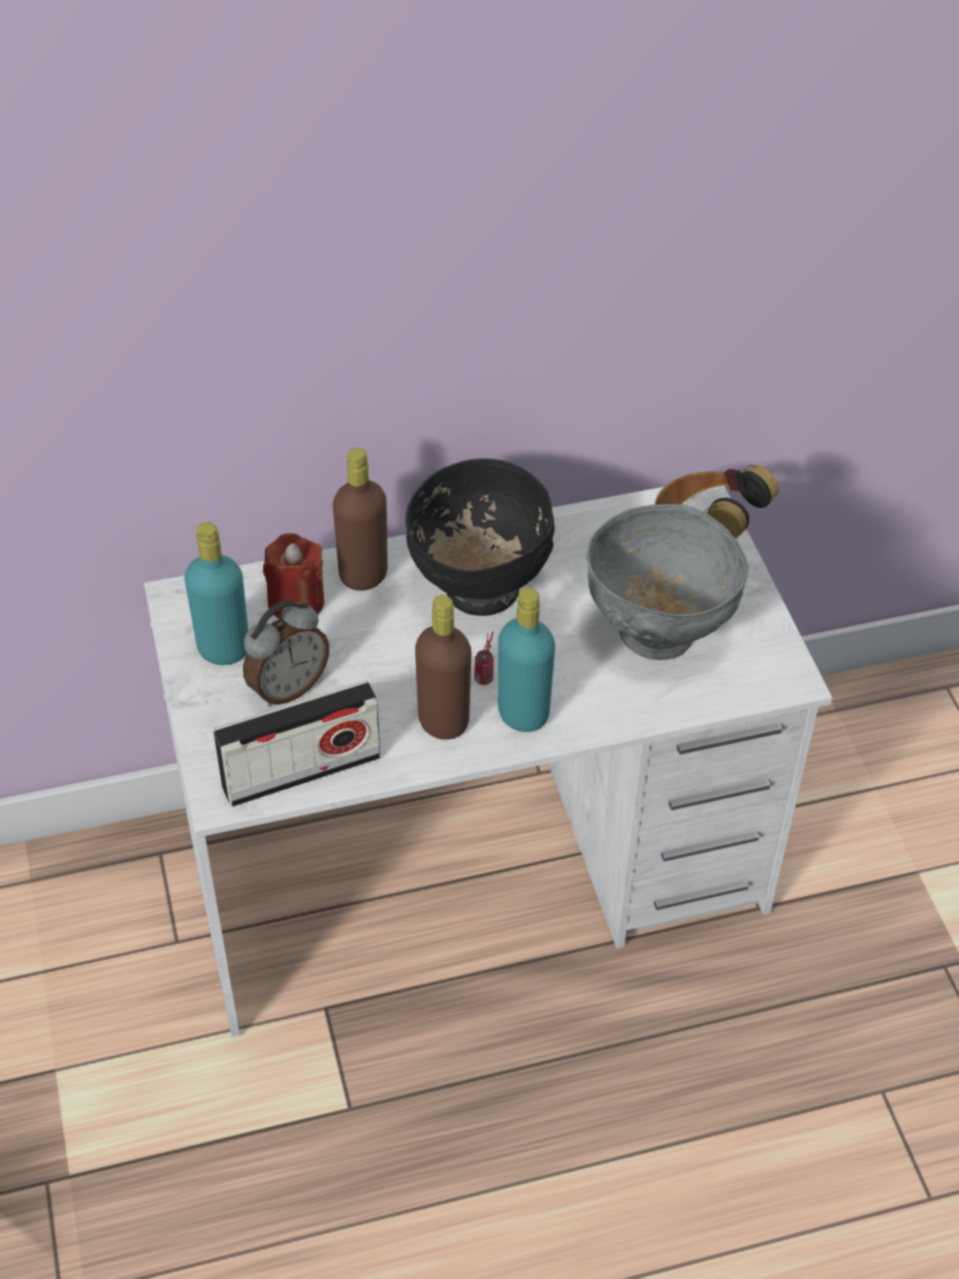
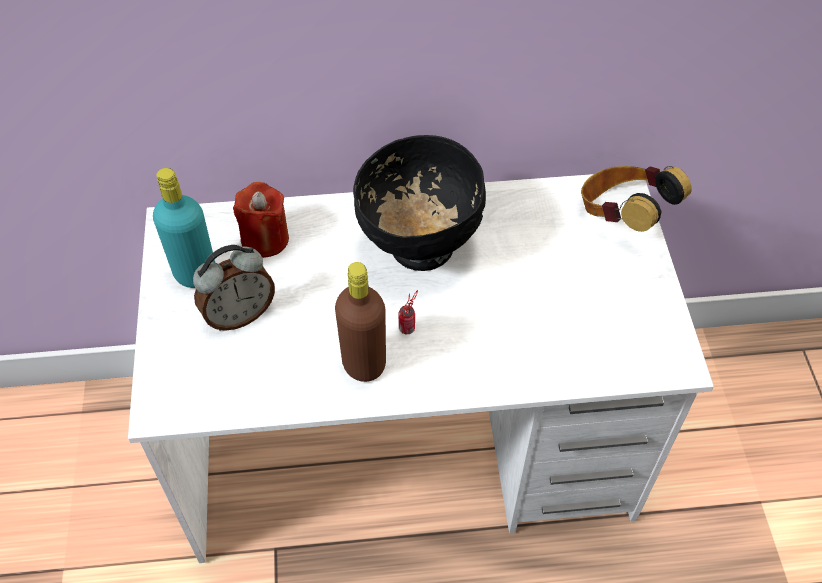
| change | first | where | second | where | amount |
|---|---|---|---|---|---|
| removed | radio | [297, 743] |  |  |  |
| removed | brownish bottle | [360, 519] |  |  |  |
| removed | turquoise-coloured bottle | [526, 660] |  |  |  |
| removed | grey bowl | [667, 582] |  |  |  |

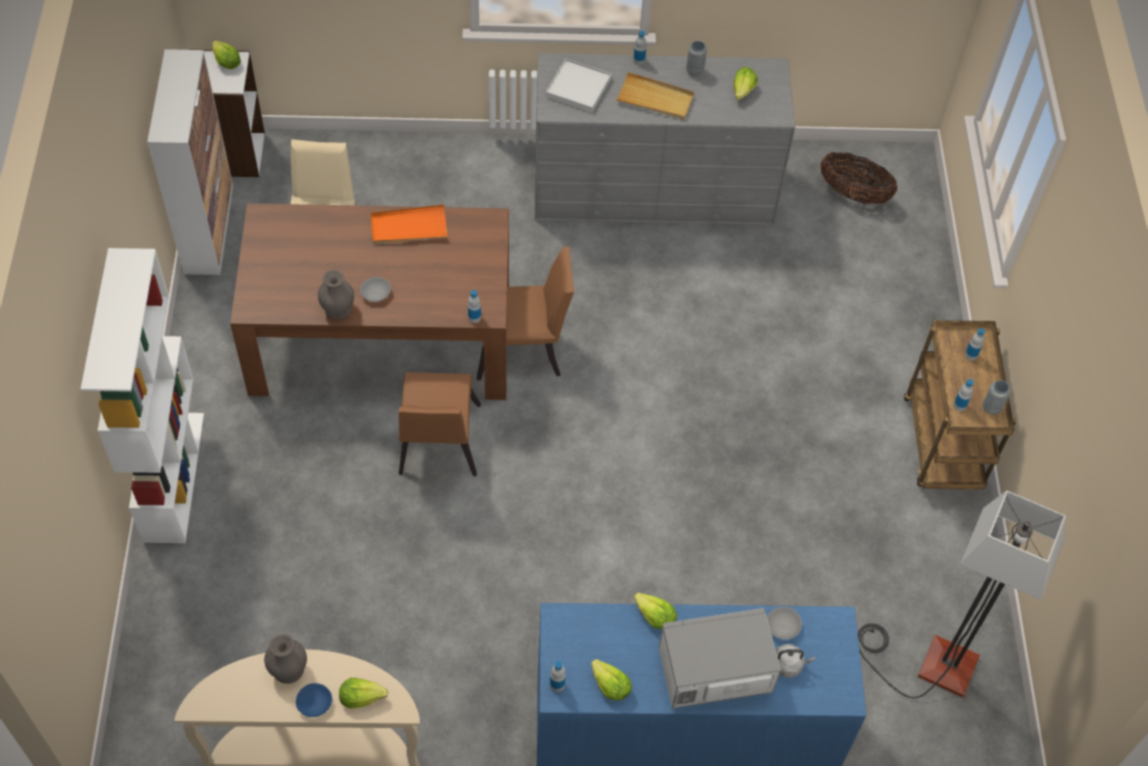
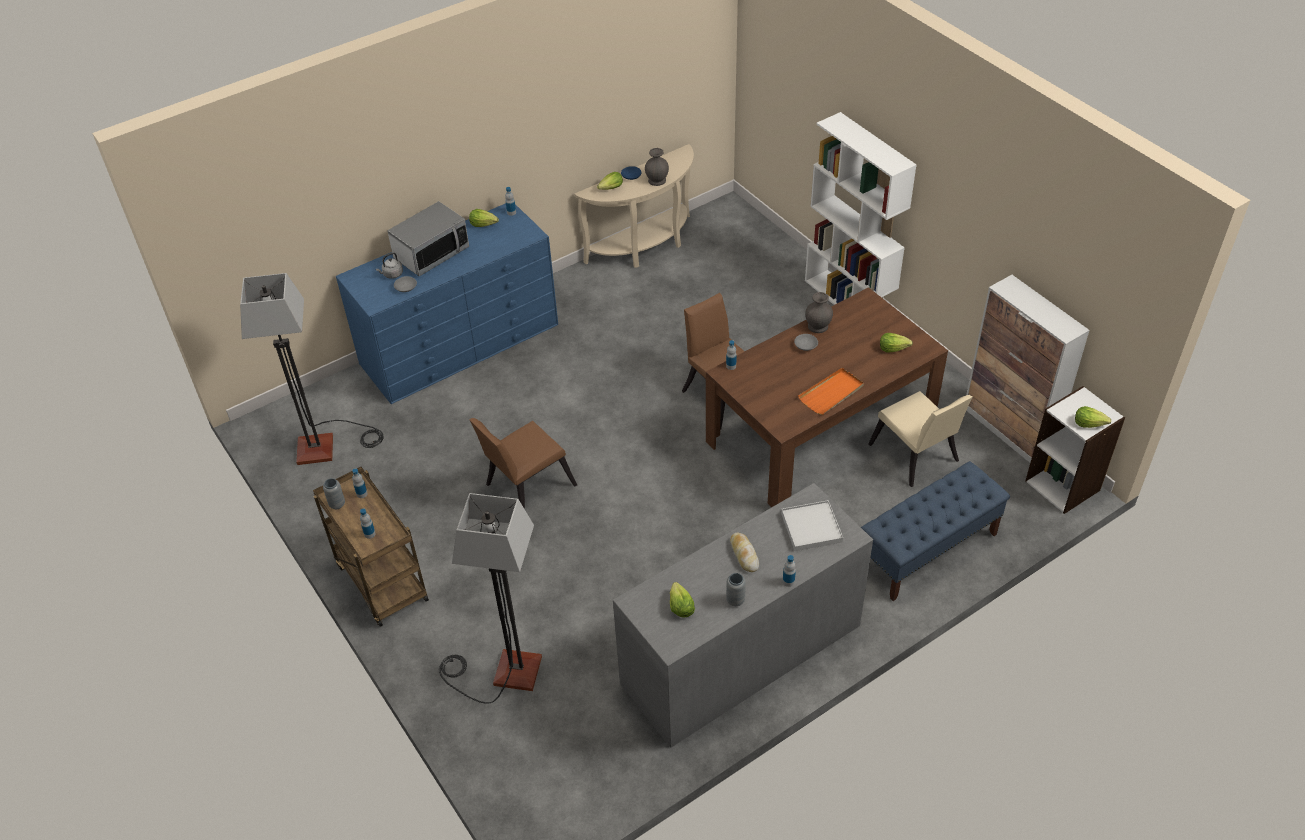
| change | first | where | second | where | amount |
|---|---|---|---|---|---|
| removed | household basket | [858, 178] |  |  |  |
| added |  |  | standard lamp | [490, 598] |  |
| added |  |  | bluish indoor bench | [935, 531] |  |
| moved | brownish plain chair | [525, 313] |  | [523, 463] |  |
| moved | lettuce | [655, 610] |  | [896, 343] |  |
| replaced | sand-coloured carrying tray | [655, 96] | baked bread | [744, 552] |  |

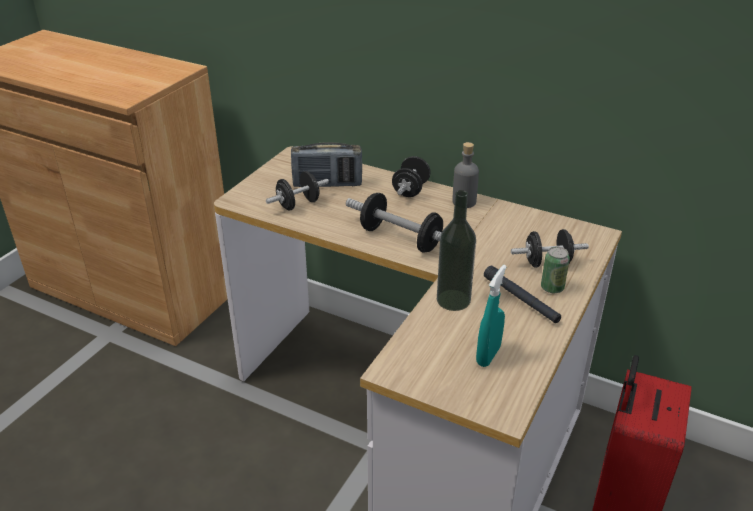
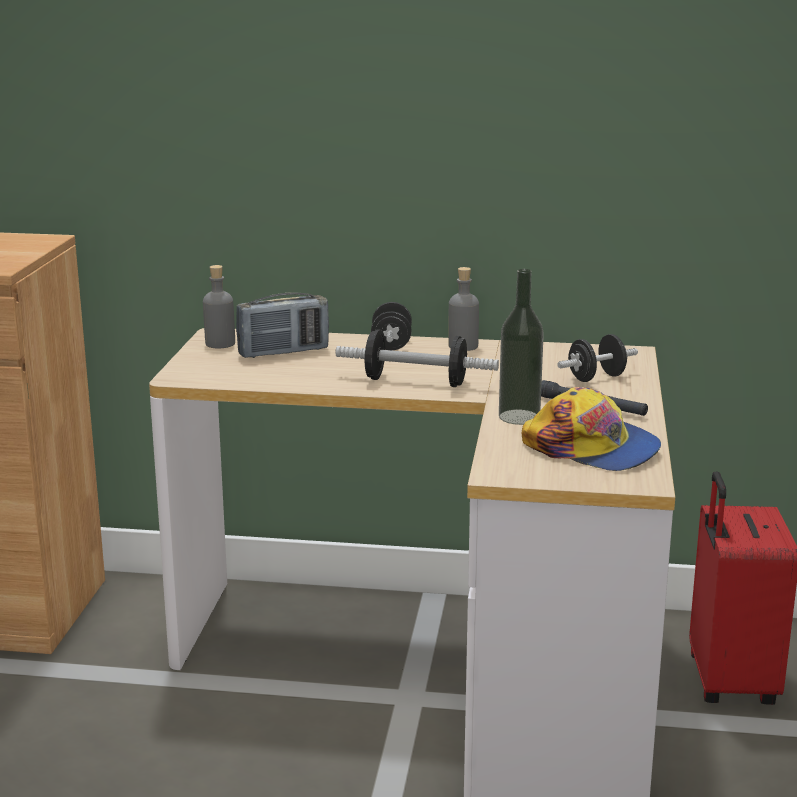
| change | first | where | second | where | amount |
|---|---|---|---|---|---|
| removed | blackish free weight | [297, 190] |  |  |  |
| removed | can | [555, 269] |  |  |  |
| added |  |  | grey bottle | [219, 307] |  |
| replaced | turquoise-coloured hand sprayer | [491, 316] | baseball cap | [591, 429] |  |

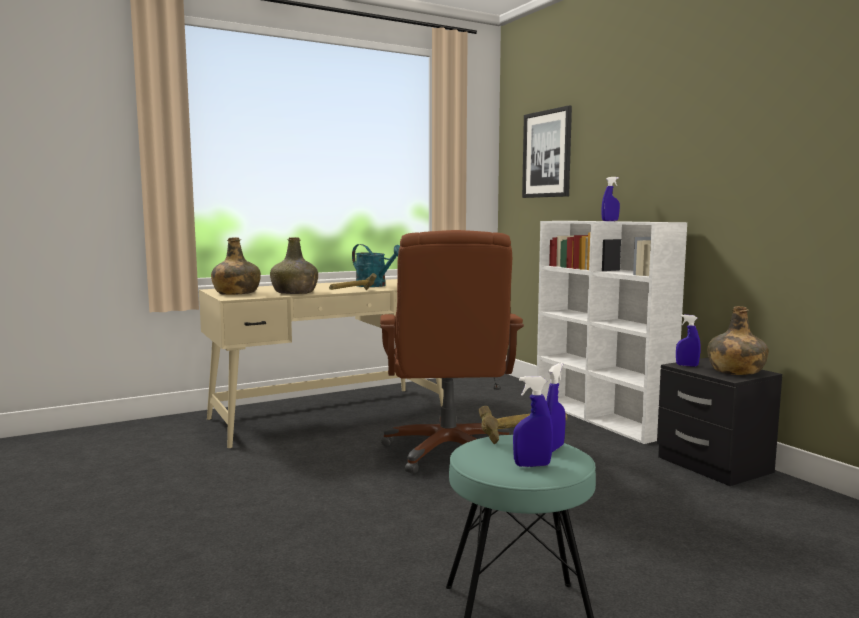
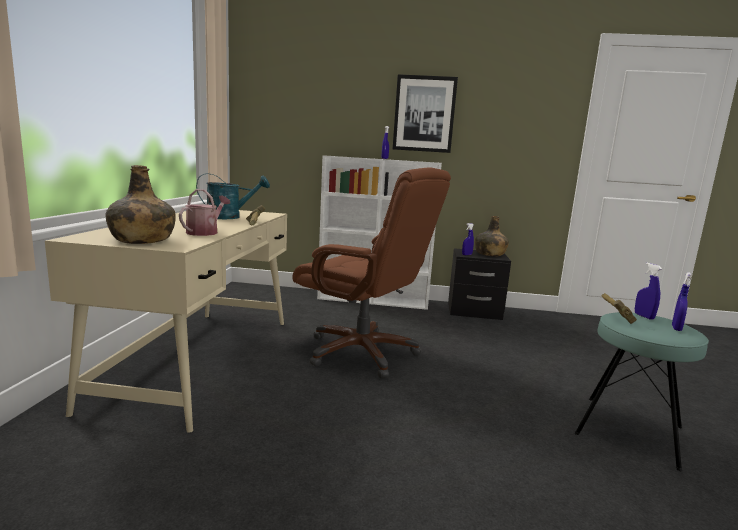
| change | first | where | second | where | amount |
|---|---|---|---|---|---|
| moved | wall picture | [547, 151] |  | [425, 113] |  |
| replaced | green-coloured bottle | [294, 265] | sprinkling can | [204, 212] |  |

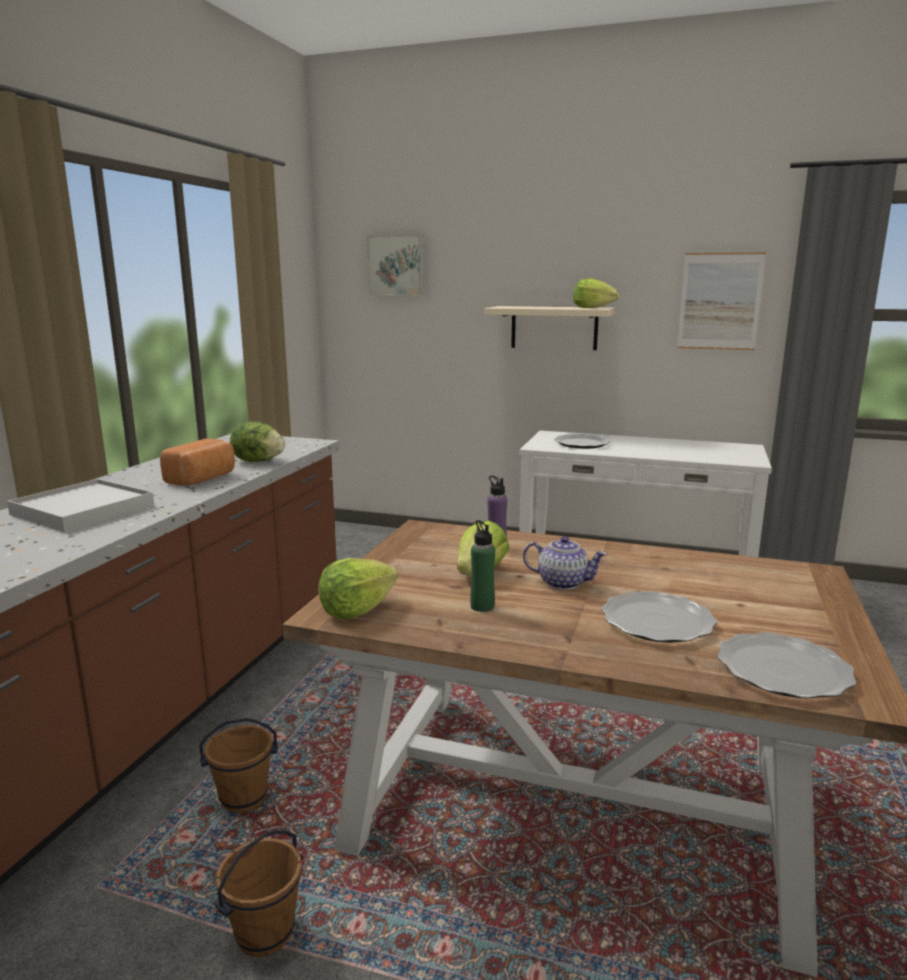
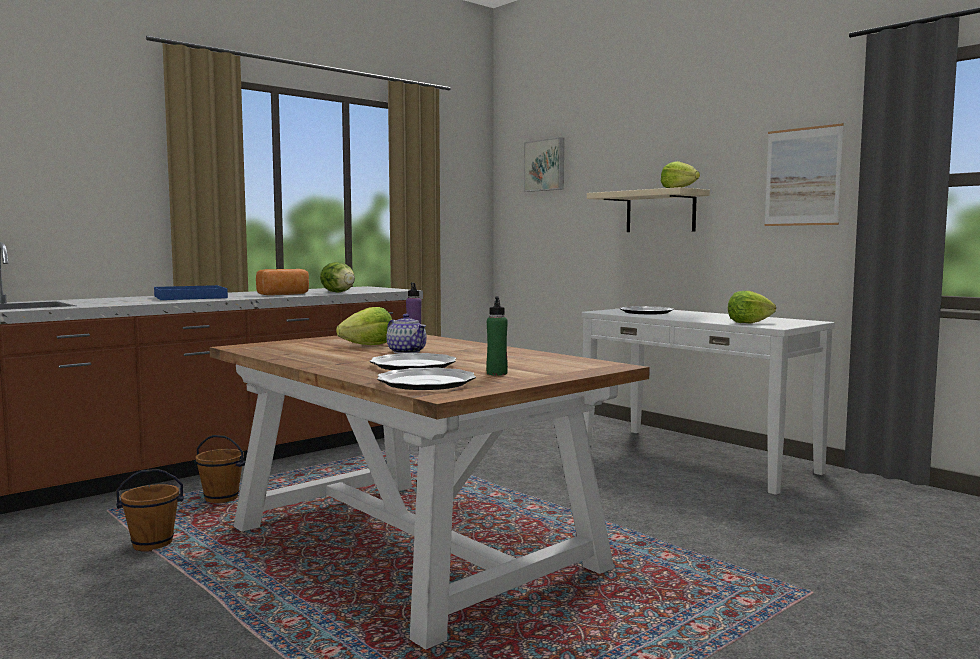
| change | first | where | second | where | amount |
|---|---|---|---|---|---|
| moved | lettuce | [358, 588] |  | [752, 307] |  |
| moved | green-coloured bottle | [482, 566] |  | [497, 336] |  |
| recoloured | white-coloured carrying tray | [80, 505] | bluish carrying tray | [191, 292] |  |

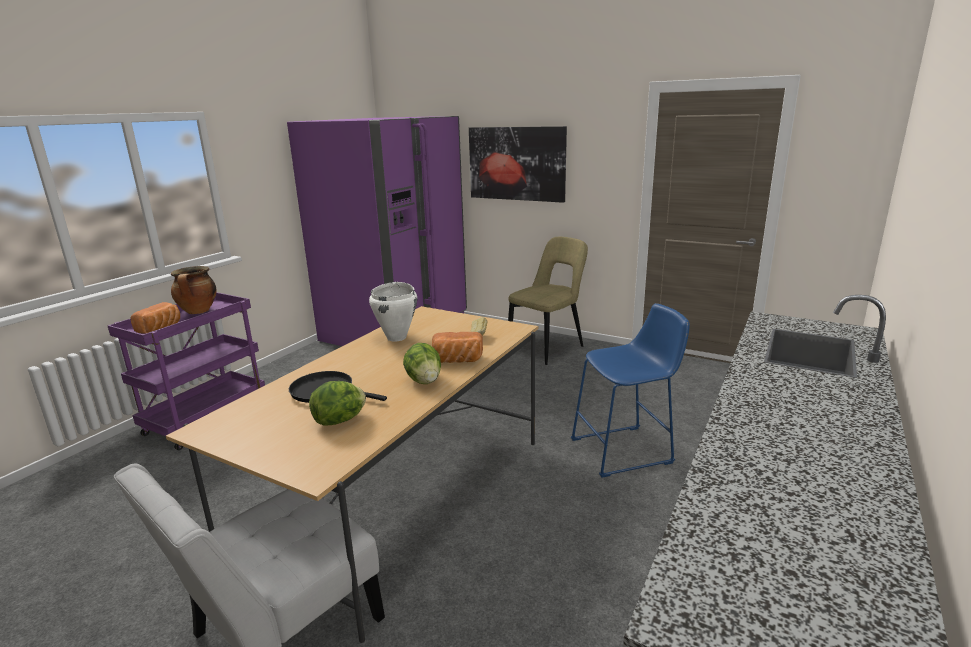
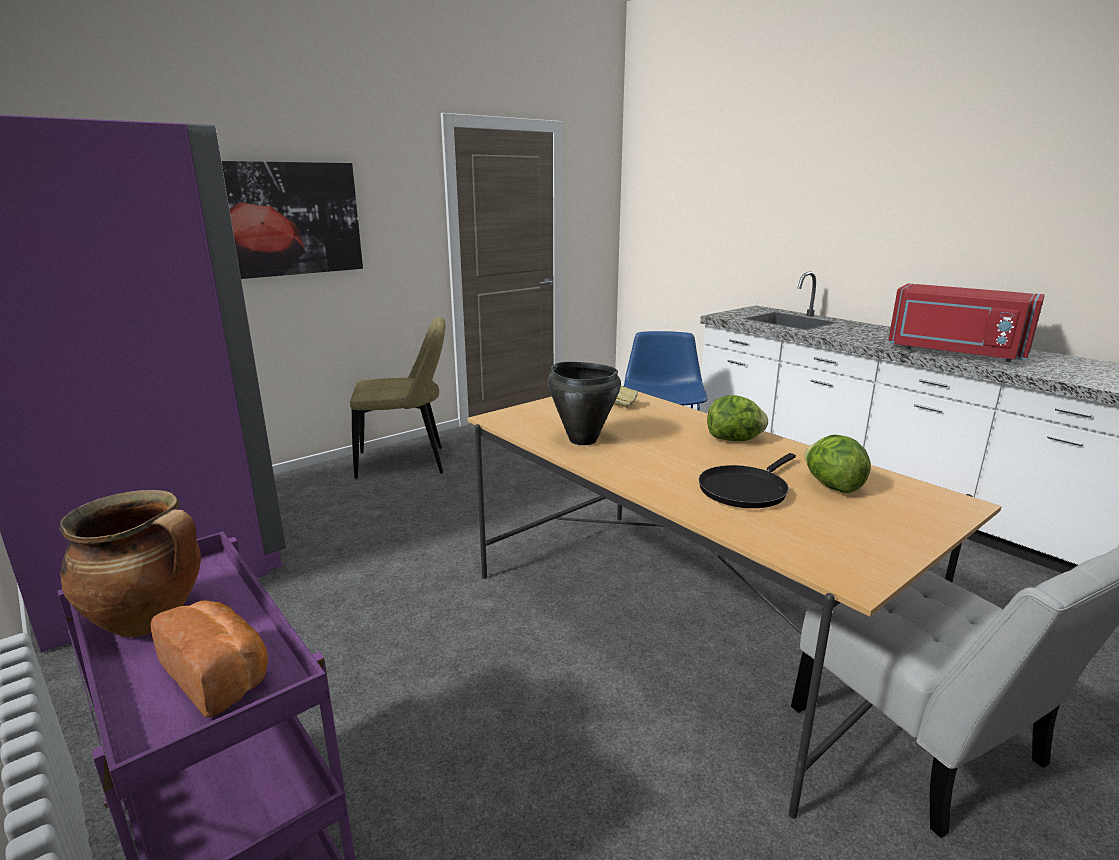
| change | first | where | second | where | amount |
|---|---|---|---|---|---|
| removed | baked bread | [457, 347] |  |  |  |
| added |  |  | red-coloured microwave | [966, 322] |  |
| recoloured | white-coloured saucepot | [393, 311] | blackish saucepot | [584, 403] |  |
| turned | sand-coloured plain chair | [548, 301] |  | [397, 398] | 105 degrees clockwise |

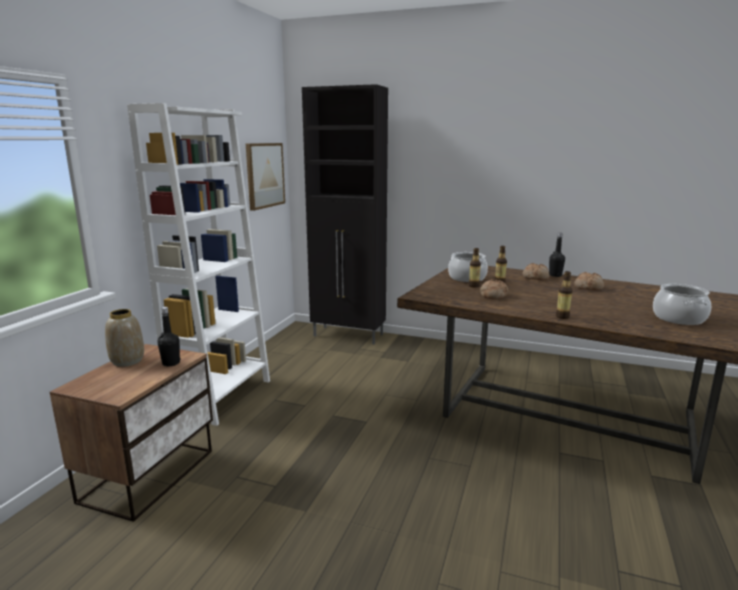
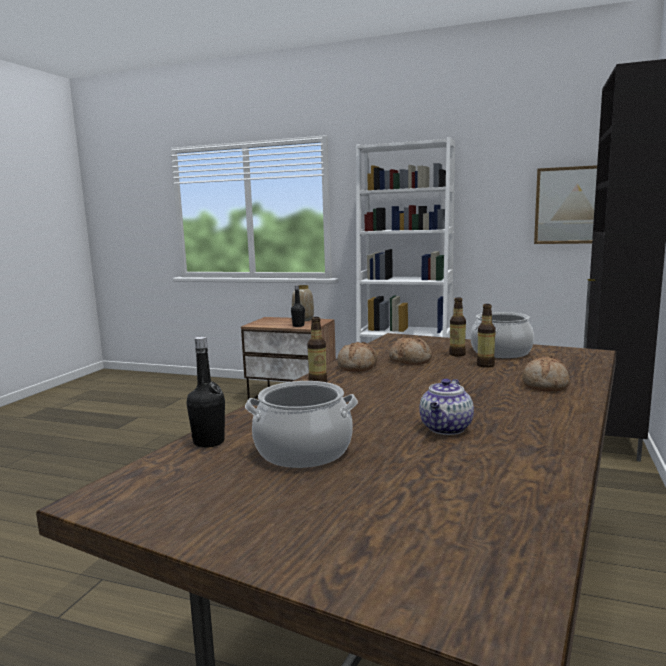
| change | first | where | second | where | amount |
|---|---|---|---|---|---|
| added |  |  | pot for tea | [446, 406] |  |
| moved | blackish bottle | [557, 255] |  | [205, 392] |  |
| moved | baked bread | [589, 281] |  | [357, 357] |  |

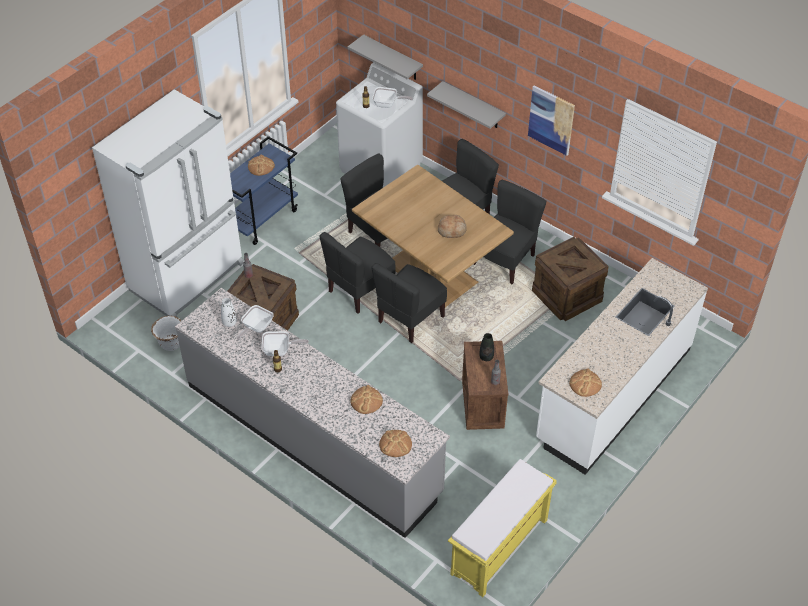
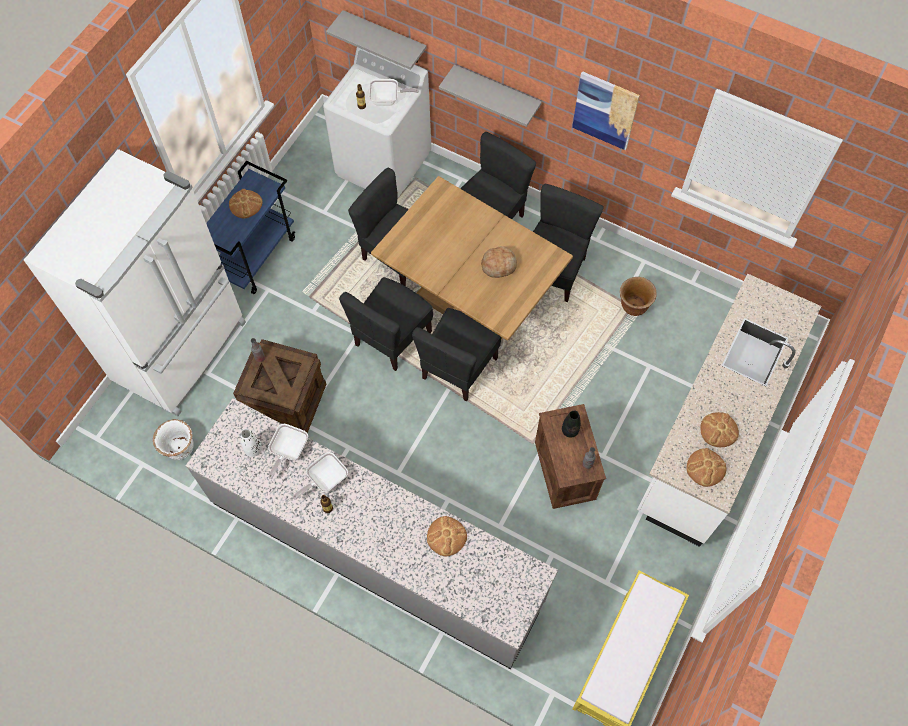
| change | first | where | second | where | amount |
|---|---|---|---|---|---|
| moved | baked bread | [395, 443] |  | [719, 429] |  |
| replaced | crate | [570, 279] | brownish plant pot | [638, 296] |  |
| turned | pan | [285, 343] |  | [320, 476] | 150 degrees clockwise |

